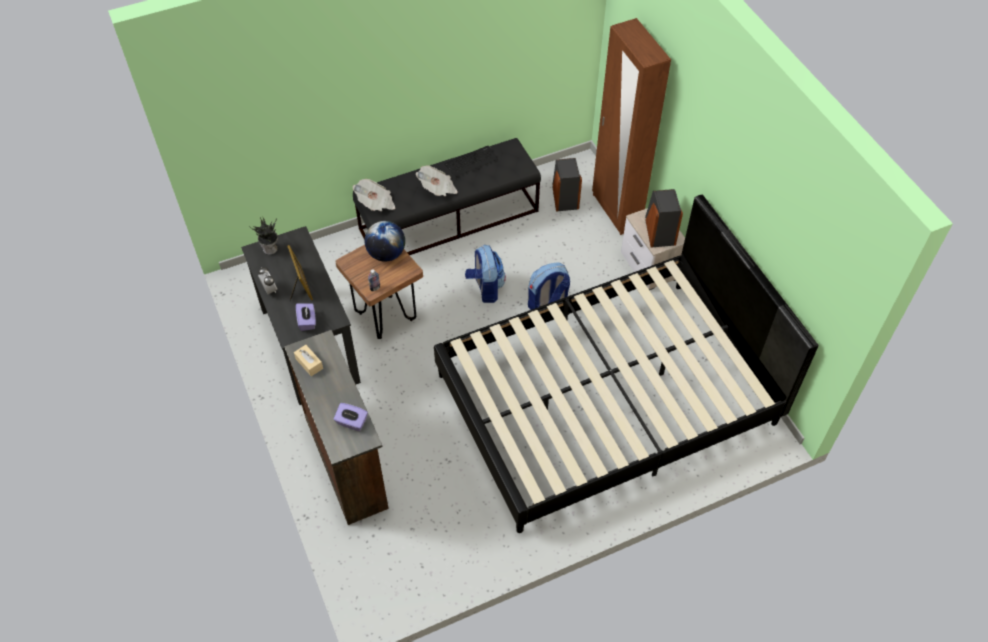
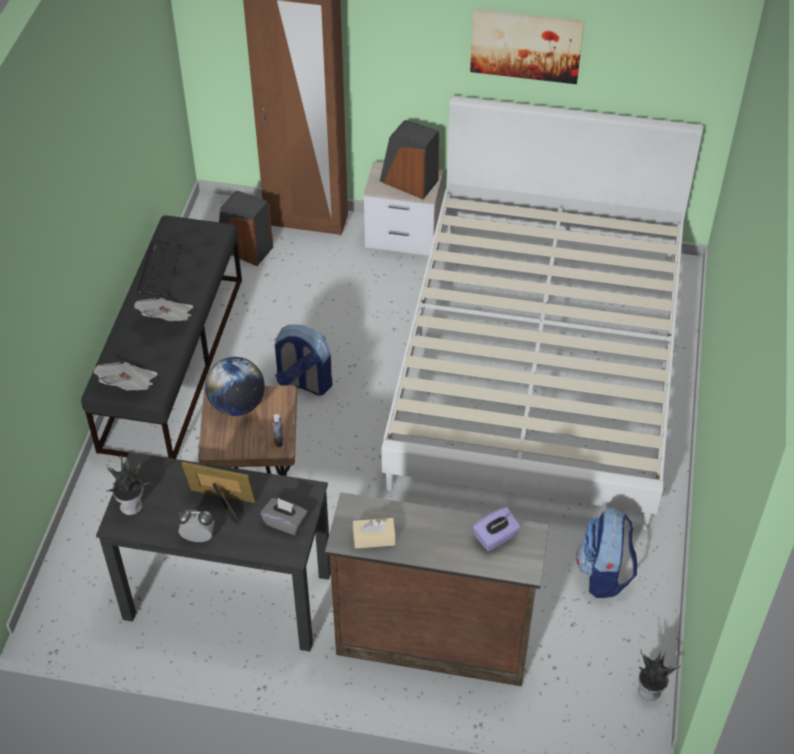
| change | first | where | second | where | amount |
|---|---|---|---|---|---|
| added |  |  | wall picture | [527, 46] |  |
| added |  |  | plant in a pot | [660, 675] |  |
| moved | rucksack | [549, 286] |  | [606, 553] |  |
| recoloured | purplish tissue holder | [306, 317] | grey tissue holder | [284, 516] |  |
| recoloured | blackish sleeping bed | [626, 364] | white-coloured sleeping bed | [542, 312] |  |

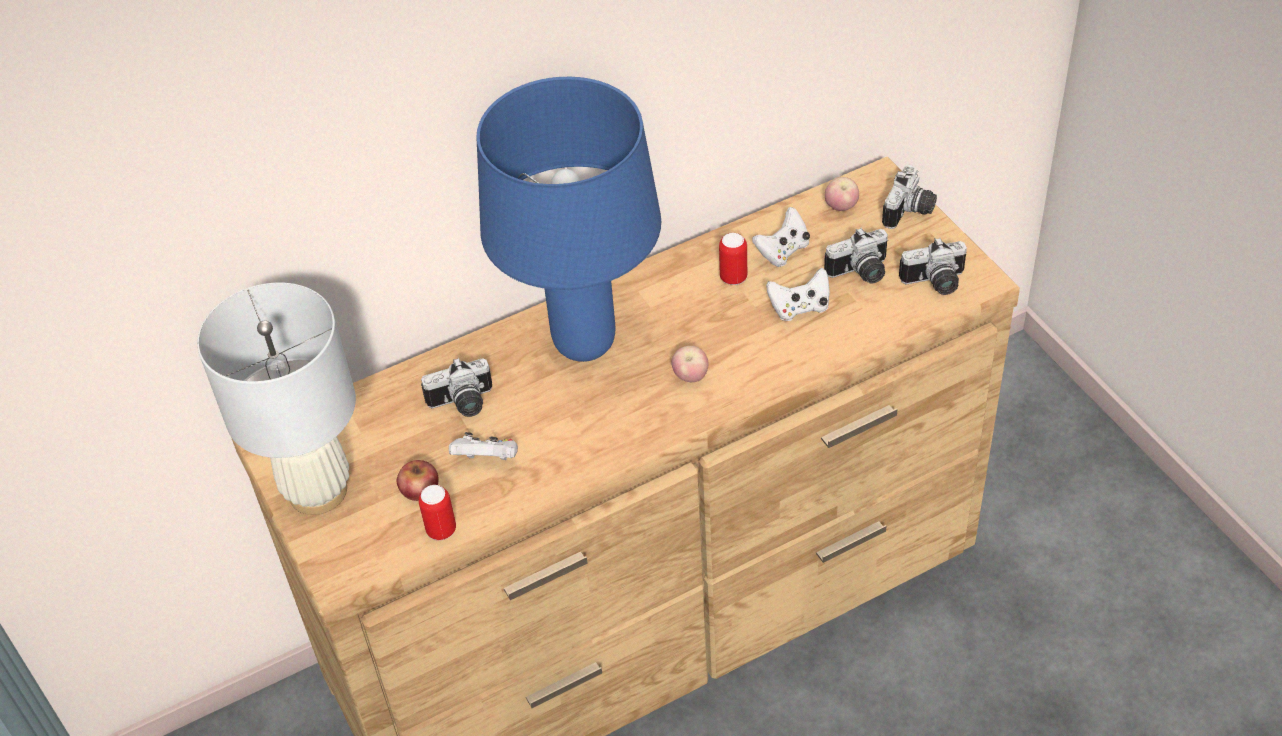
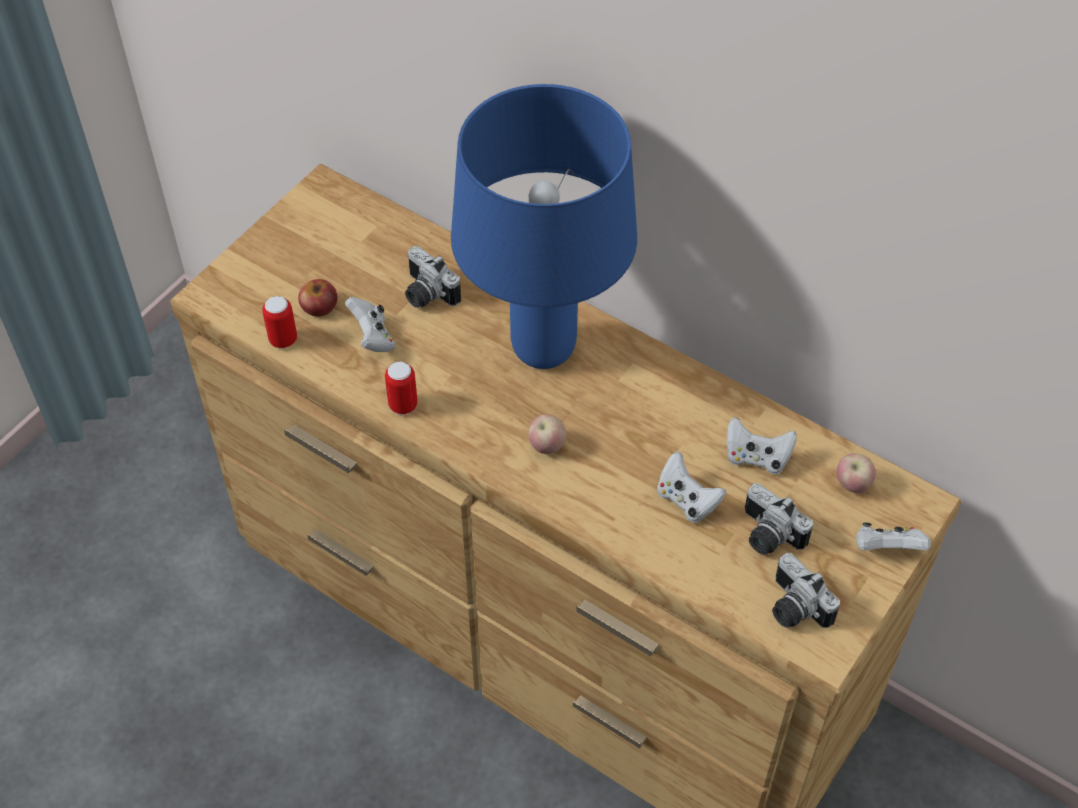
| change | first | where | second | where | amount |
|---|---|---|---|---|---|
| removed | white-coloured table lamp | [276, 399] |  |  |  |
| moved | can | [733, 259] |  | [401, 388] |  |
| replaced | photo camera | [909, 197] | white-coloured game controller | [893, 537] |  |

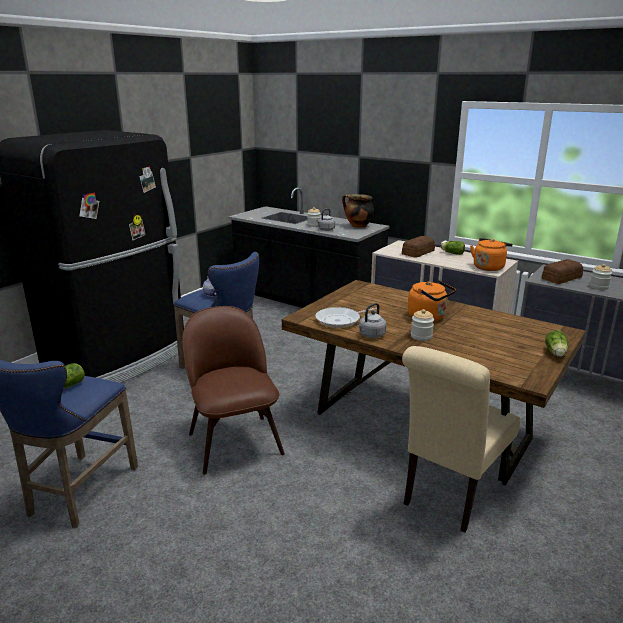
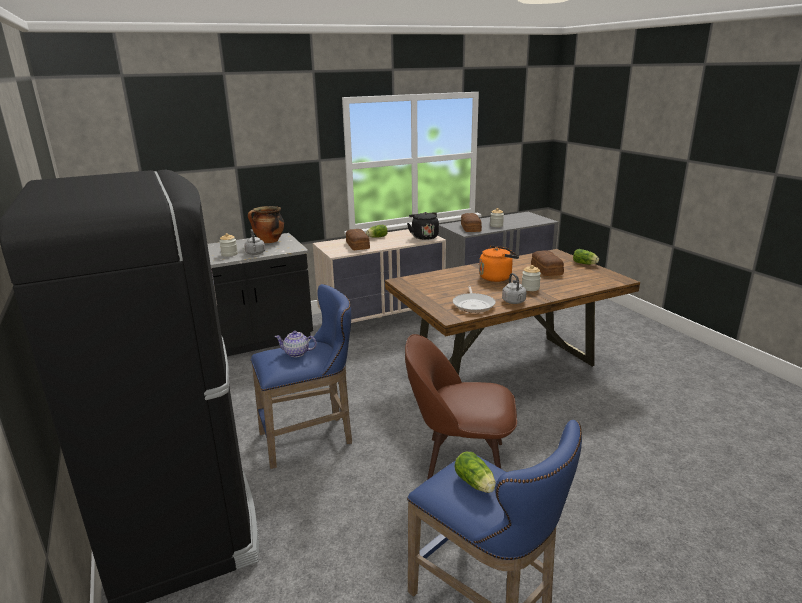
| change | first | where | second | where | amount |
|---|---|---|---|---|---|
| removed | sand-coloured plain chair | [461, 439] |  |  |  |
| added |  |  | baked bread | [547, 263] |  |
| recoloured | orangey tea kettle | [491, 254] | blackish tea kettle | [423, 226] |  |

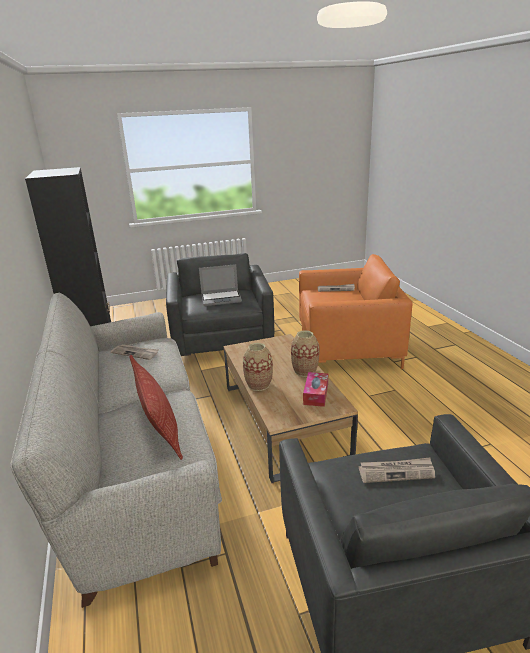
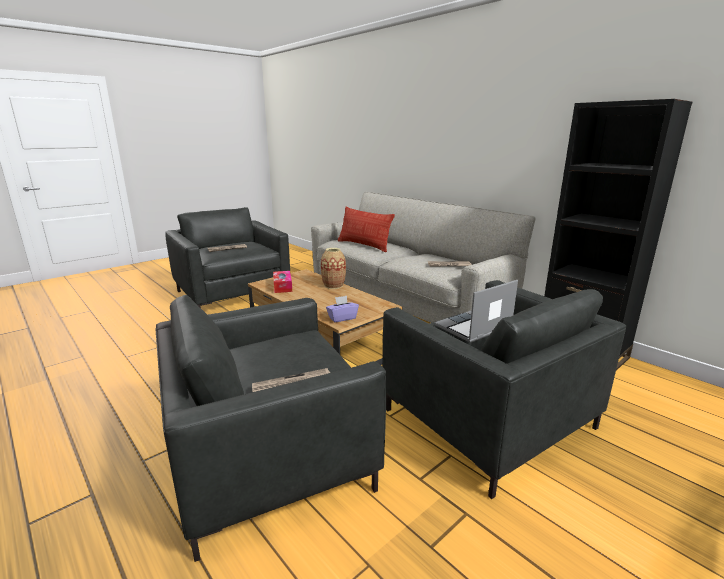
| change | first | where | second | where | amount |
|---|---|---|---|---|---|
| removed | vase | [305, 353] |  |  |  |
| added |  |  | purplish tissue holder | [342, 309] |  |
| recoloured | orangey armchair | [356, 311] | grey armchair | [271, 428] |  |

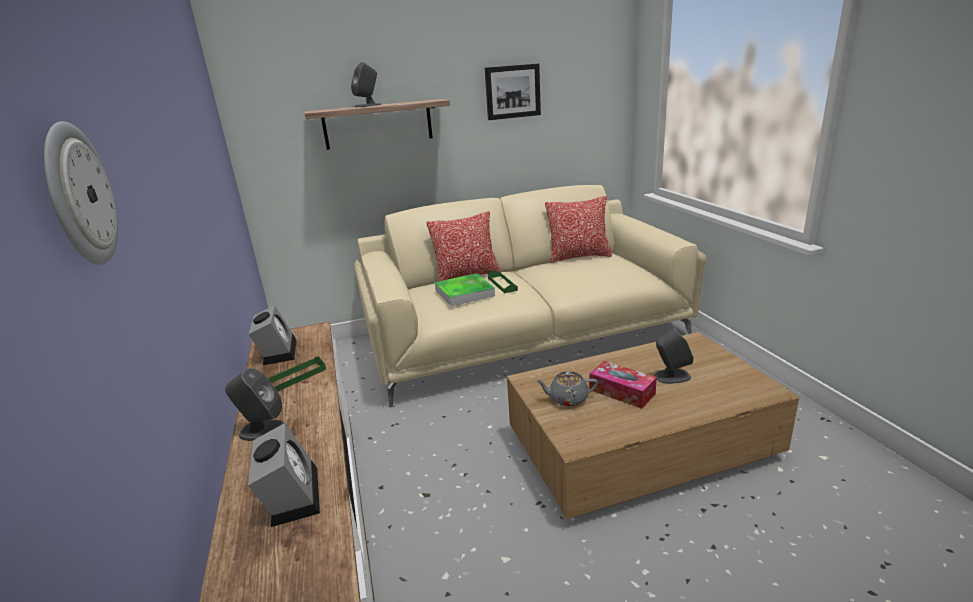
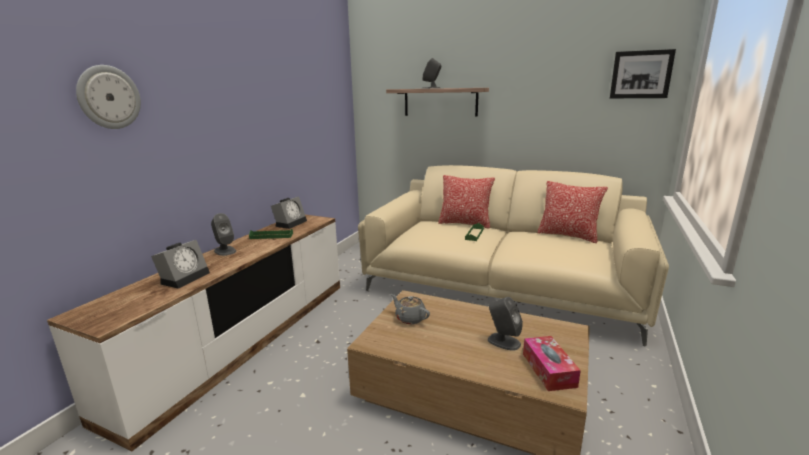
| change | first | where | second | where | amount |
|---|---|---|---|---|---|
| removed | carrying tray | [465, 289] |  |  |  |
| moved | wall picture | [513, 92] |  | [643, 73] |  |
| moved | tissue holder | [623, 385] |  | [552, 363] |  |

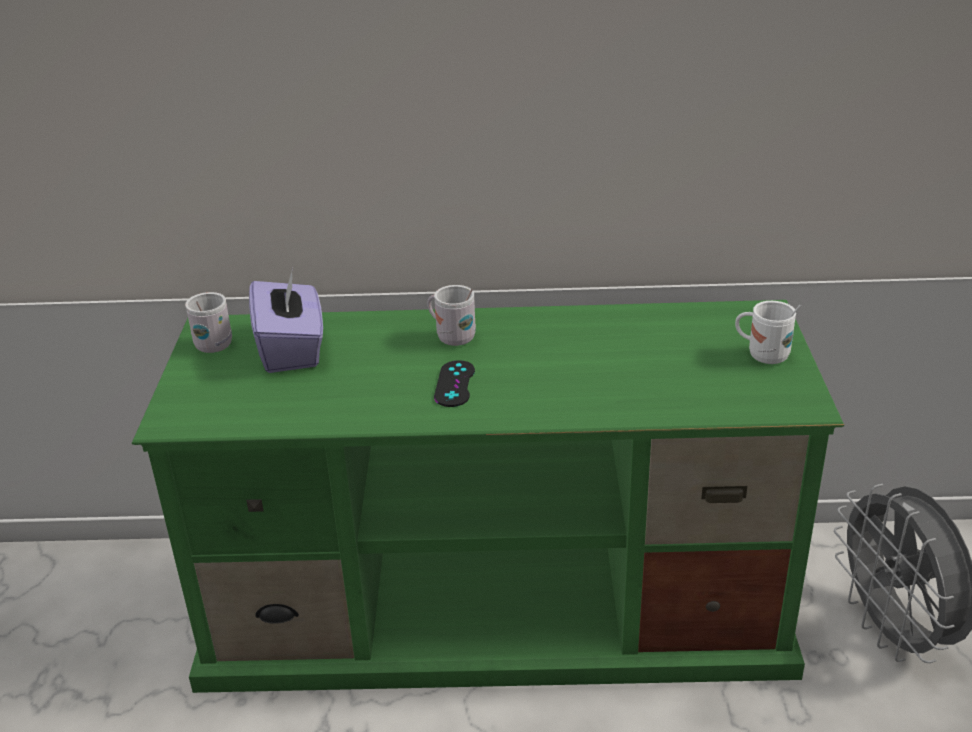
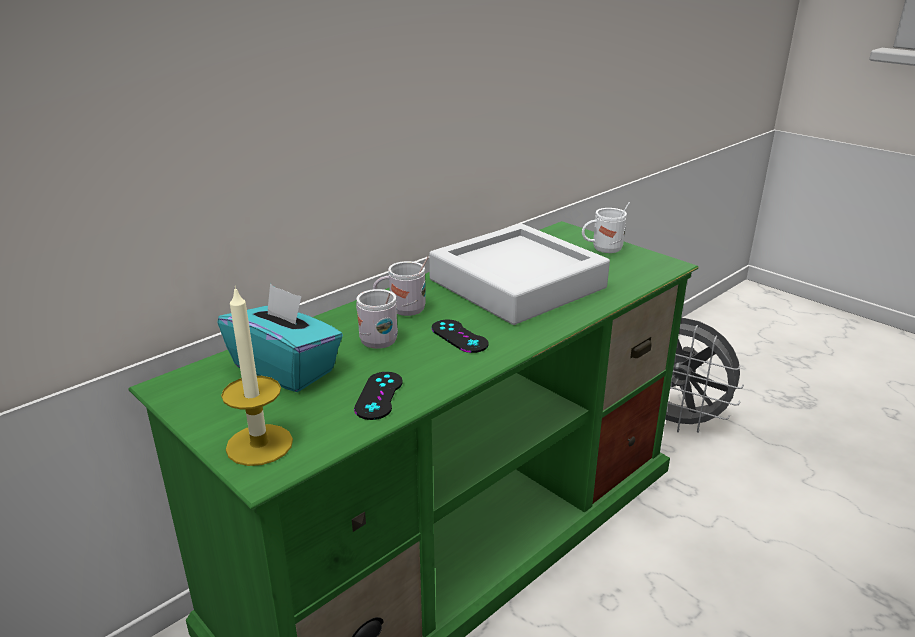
| change | first | where | second | where | amount |
|---|---|---|---|---|---|
| added |  |  | wax candle | [257, 375] |  |
| added |  |  | blackish game controller | [378, 396] |  |
| added |  |  | grey carrying tray | [519, 274] |  |
| moved | white-coloured mug | [208, 322] |  | [377, 319] |  |
| recoloured | purplish tissue holder | [286, 320] | turquoise-coloured tissue holder | [280, 338] |  |

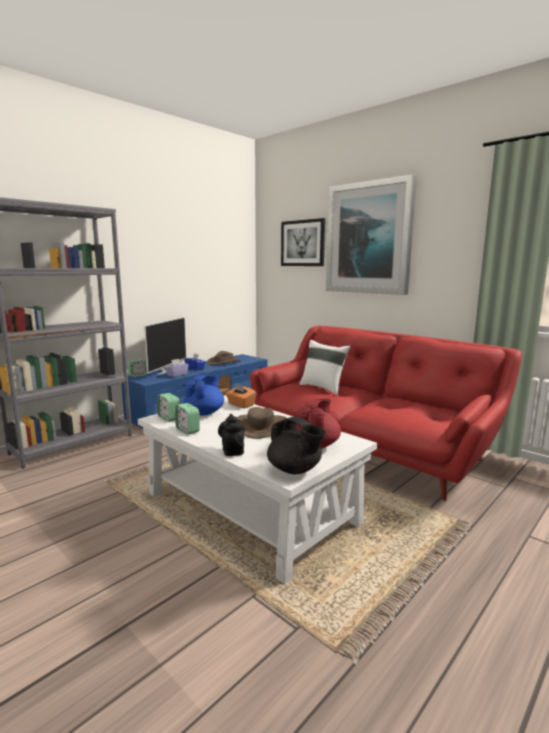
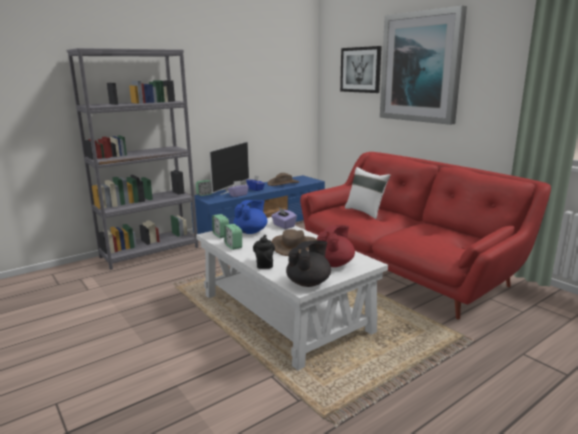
| change | first | where | second | where | amount |
|---|---|---|---|---|---|
| recoloured | orangey tissue holder | [241, 396] | purplish tissue holder | [284, 218] |  |
| turned | blackish pot for tea | [296, 445] |  | [308, 264] | 105 degrees counterclockwise |

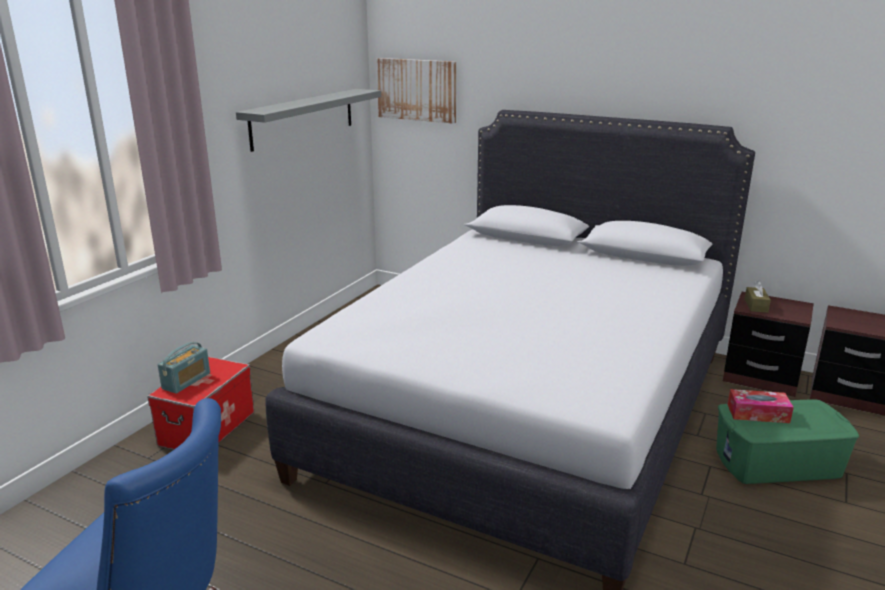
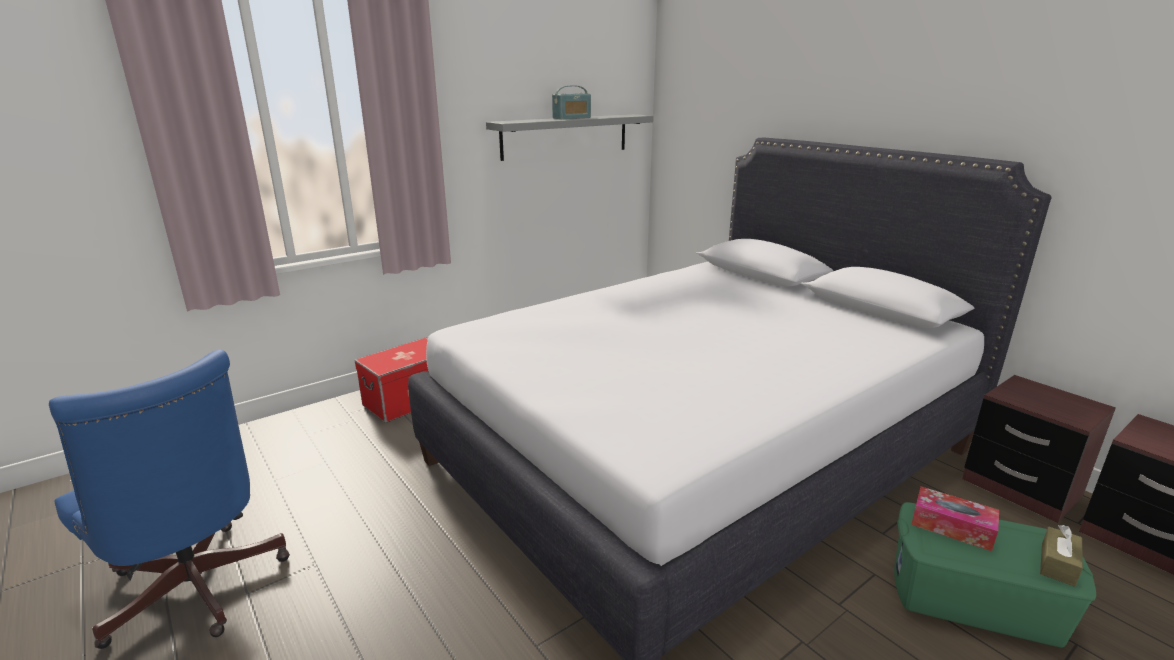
| change | first | where | second | where | amount |
|---|---|---|---|---|---|
| removed | wall picture | [416, 91] |  |  |  |
| moved | radio | [184, 368] |  | [571, 102] |  |
| moved | brownish tissue holder | [758, 297] |  | [1061, 556] |  |

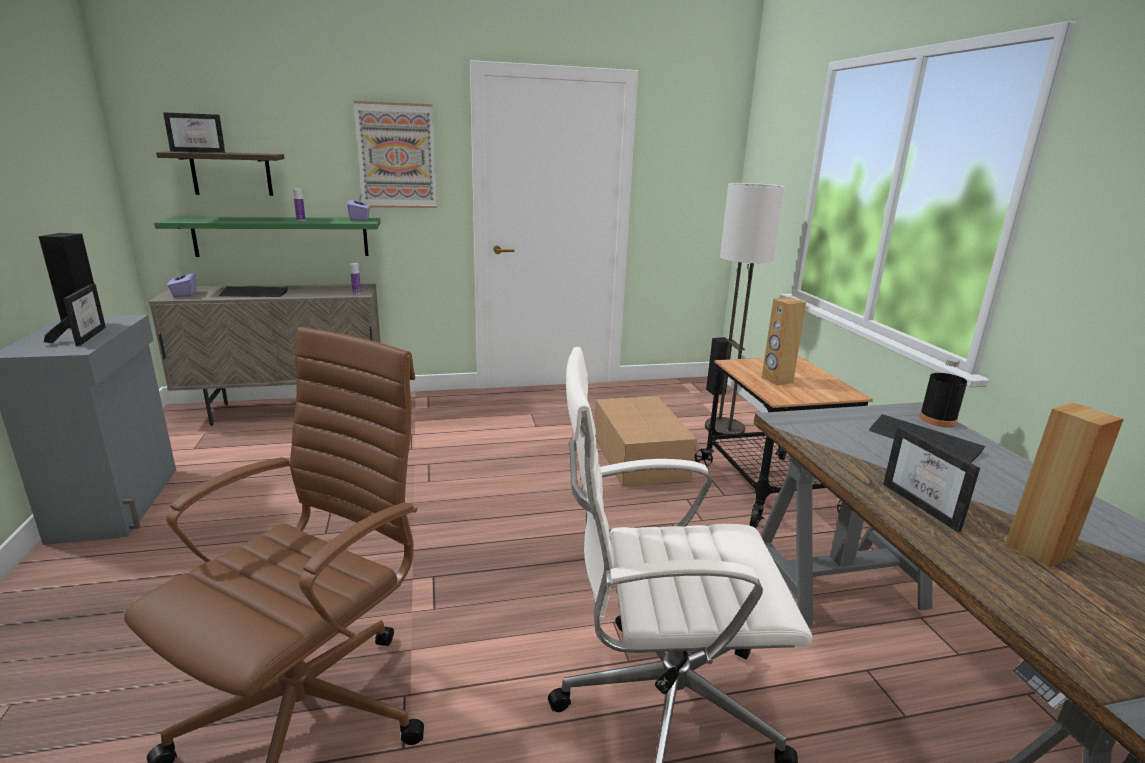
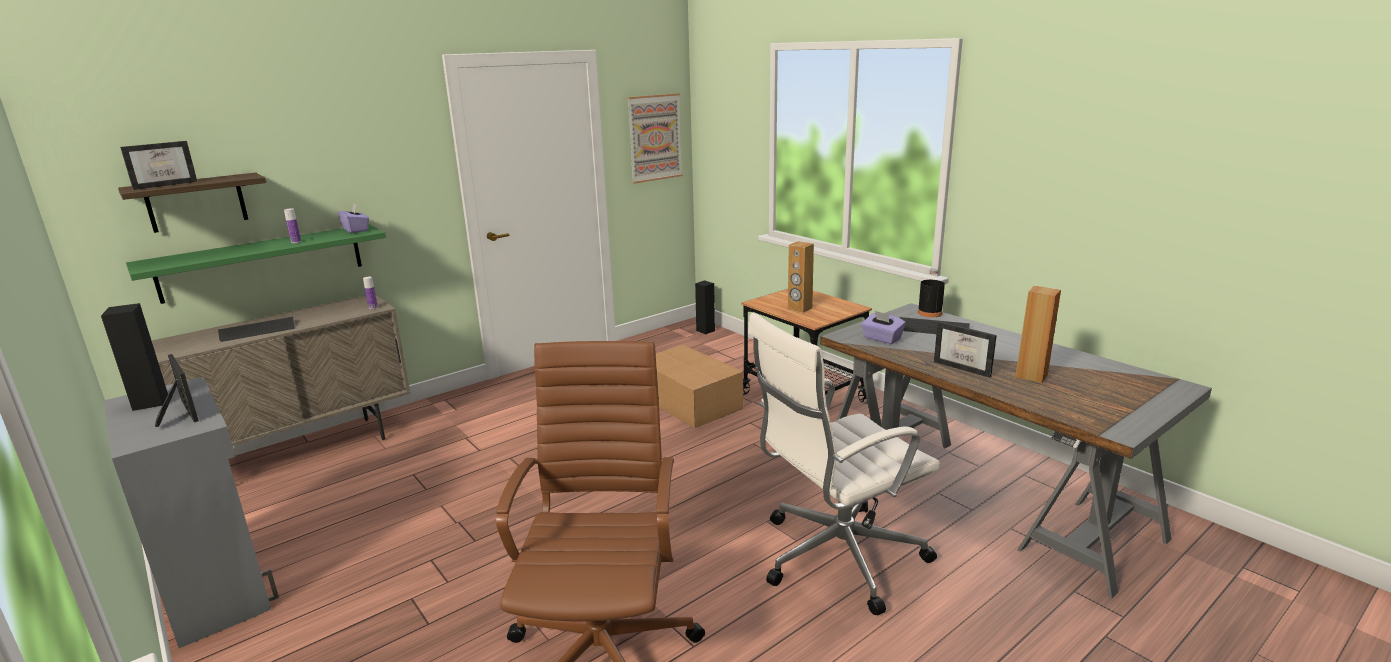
| change | first | where | second | where | amount |
|---|---|---|---|---|---|
| removed | standard lamp | [745, 309] |  |  |  |
| moved | purplish tissue holder | [182, 282] |  | [883, 327] |  |
| moved | wall picture | [395, 154] |  | [654, 138] |  |

